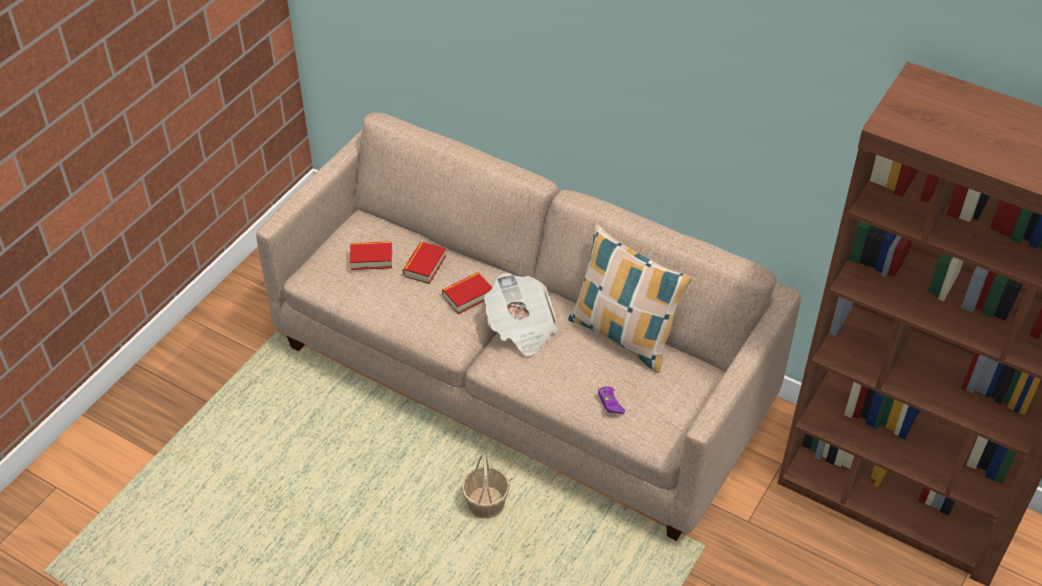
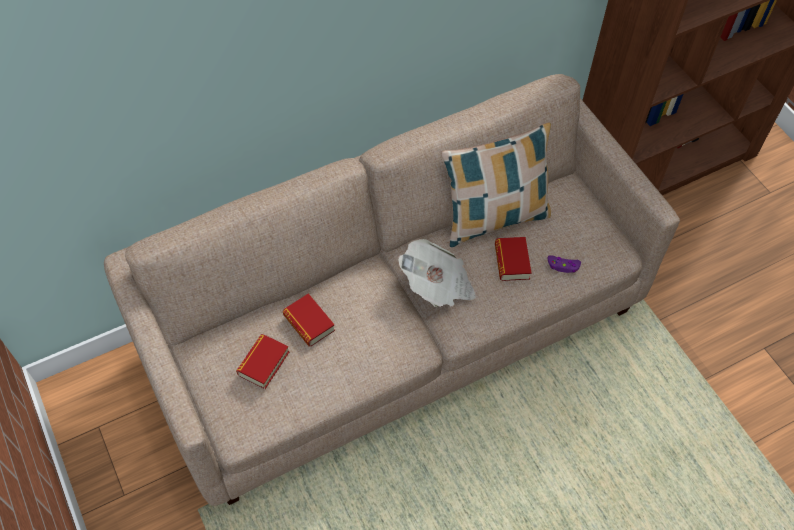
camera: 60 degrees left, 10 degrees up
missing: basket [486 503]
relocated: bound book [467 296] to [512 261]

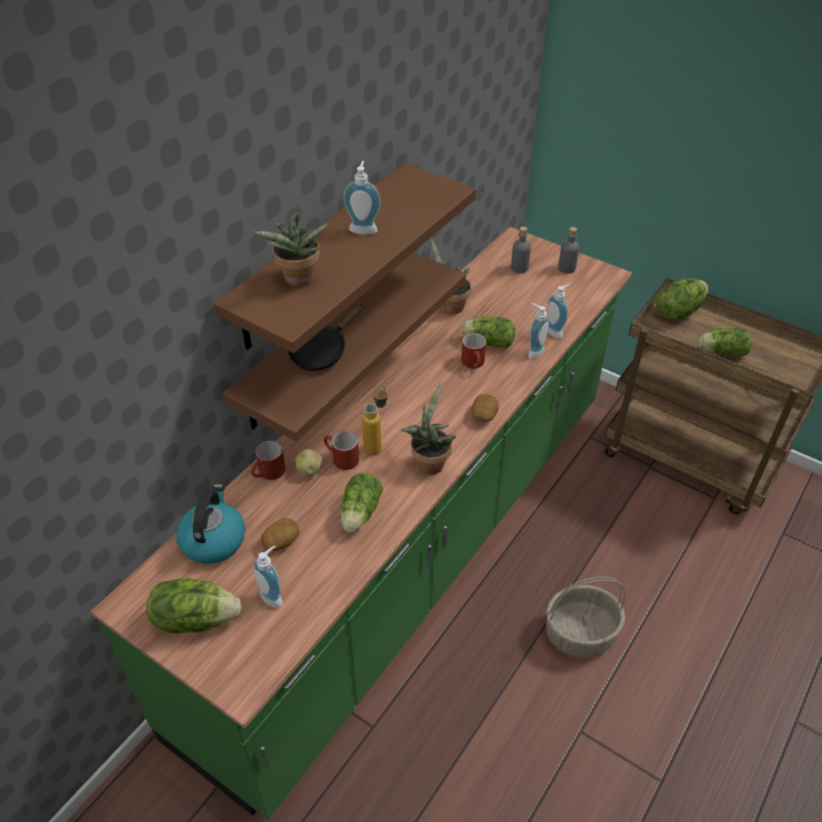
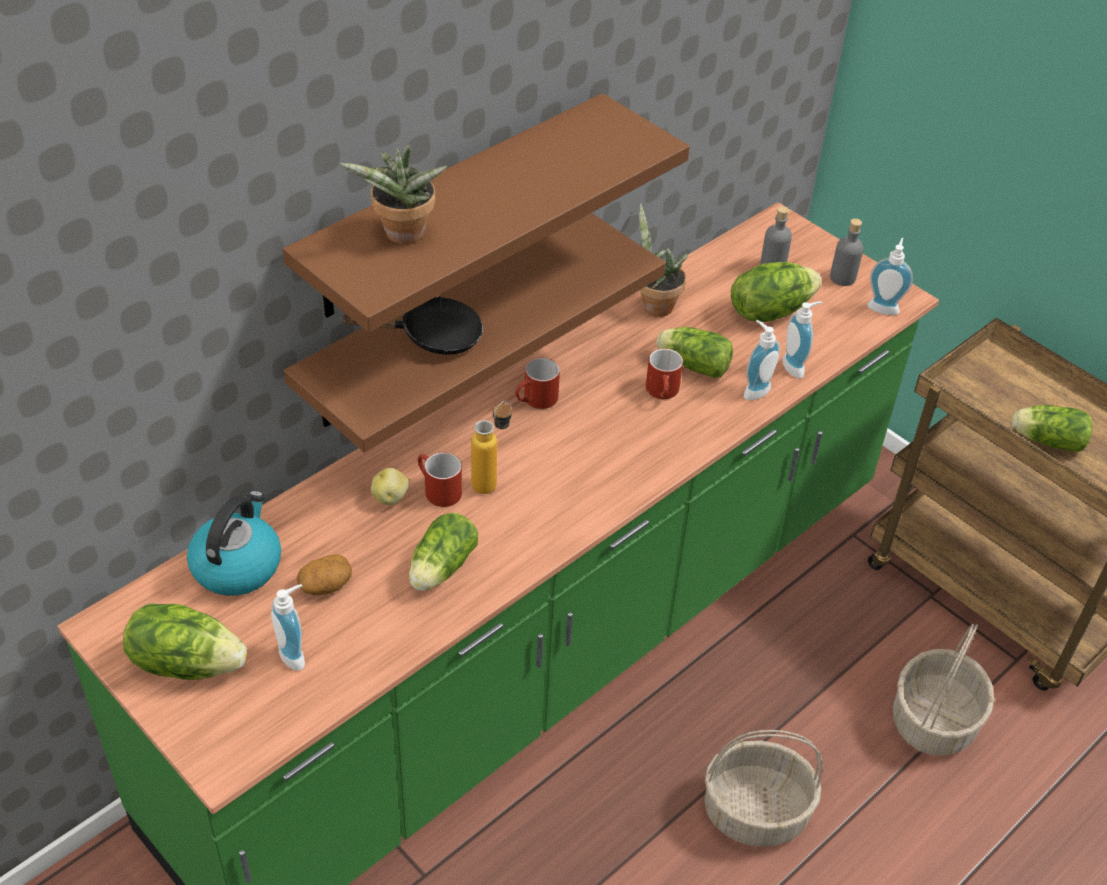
camera: 10 degrees right, 0 degrees up
missing: potted plant [429 462]; whole potato [484 415]
appeared: basket [933 720]
relocated: reddish tea mug [269 474] to [536 401]; soap dispenser [364 228] to [883 306]; lettuce [678 311] to [769 311]
spun: blackish skillet [322 351] = [432 337] 150 degrees counterclockwise

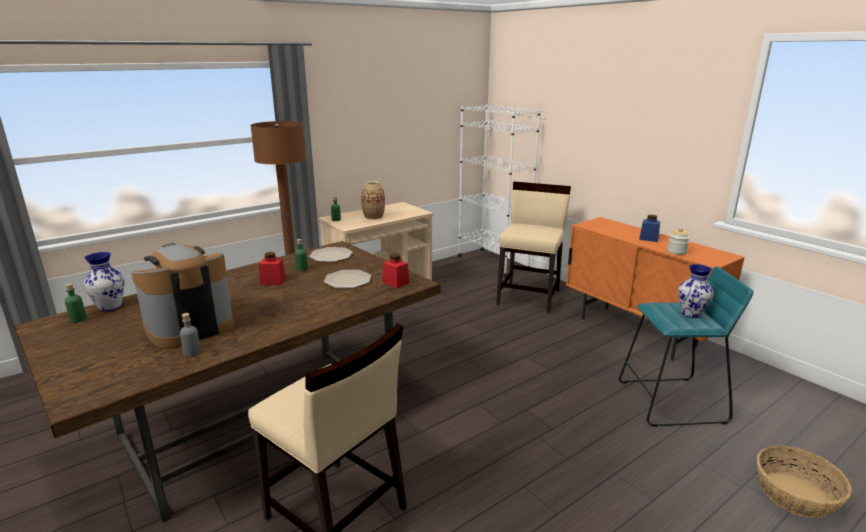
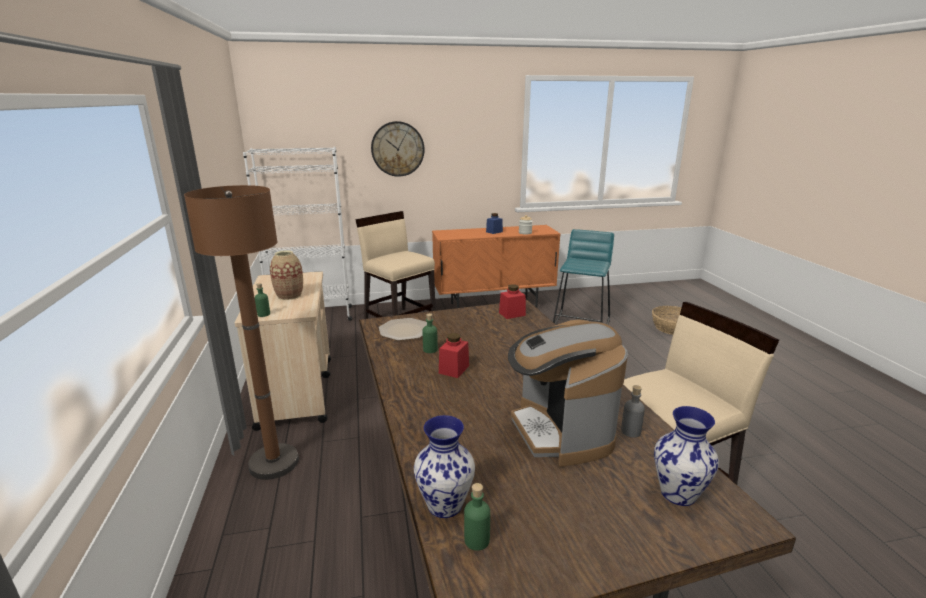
camera: 65 degrees left, 0 degrees up
missing: plate [348 280]
appeared: hanging clock [397 149]
relocated: flower vase [692 314] to [679 493]

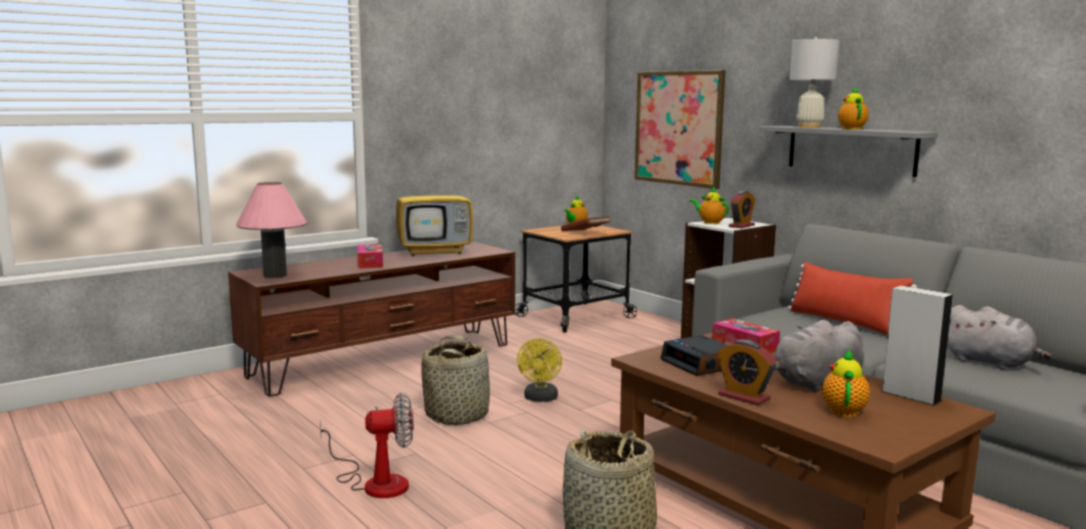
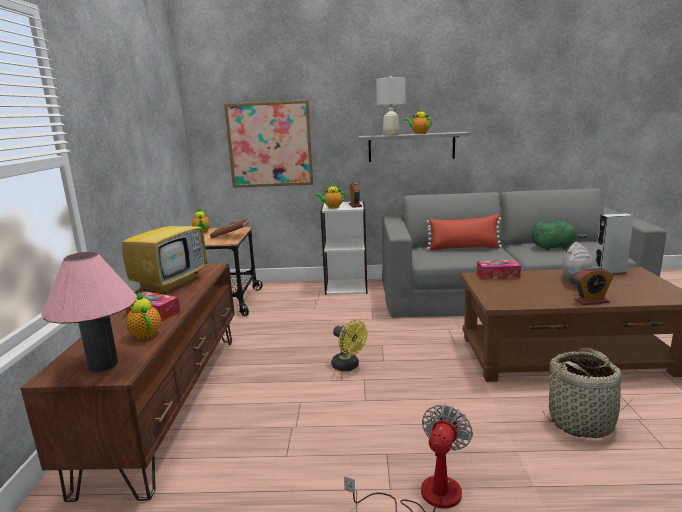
camera: 50 degrees left, 5 degrees up
missing: basket [457 415]; alarm clock [701 364]
relocated: tea pot [843 410] to [145 334]
colour: grey soft toy [990 362] to greenish soft toy [554 247]

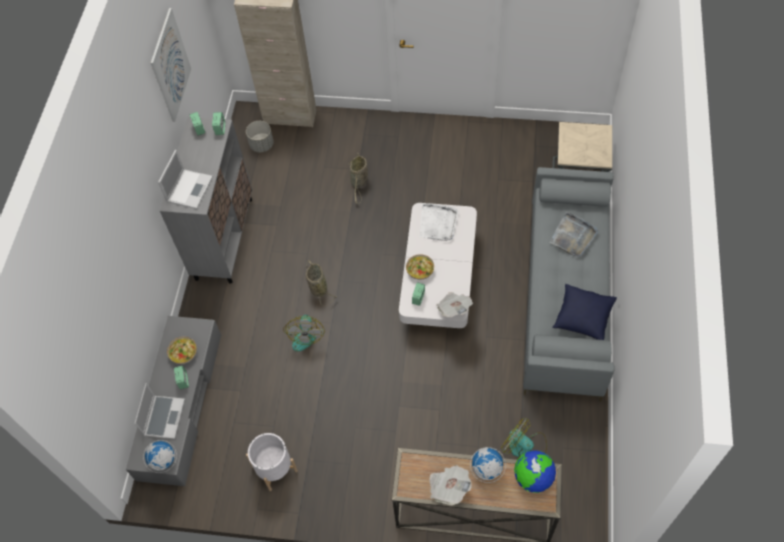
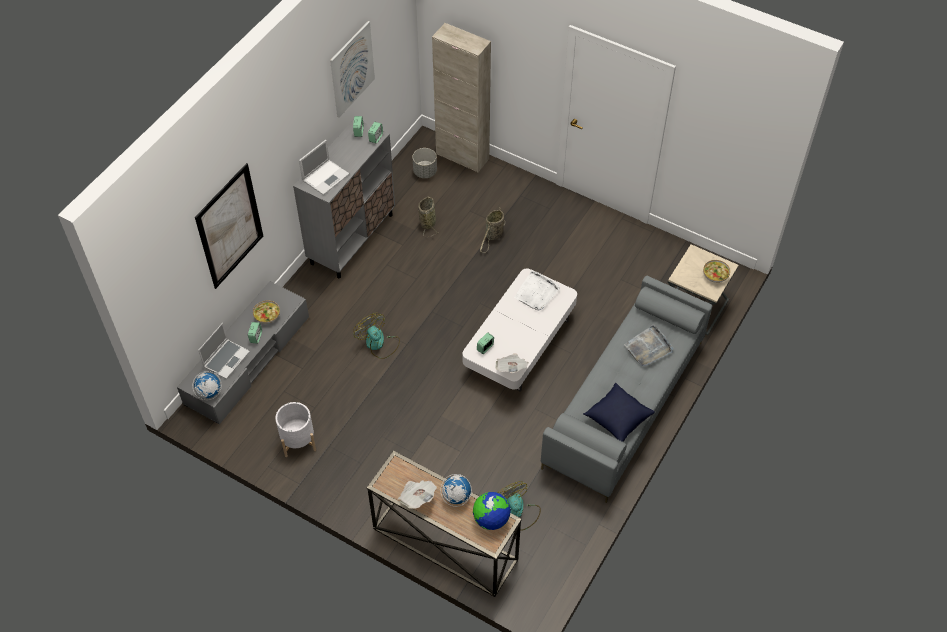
camera: 20 degrees right, 5 degrees down
appeared: wall picture [230 227]
relocated: basket [318 287] to [428 222]; deep dish [420 271] to [715 275]
spun: fan [304 334] = [378 344] 120 degrees clockwise

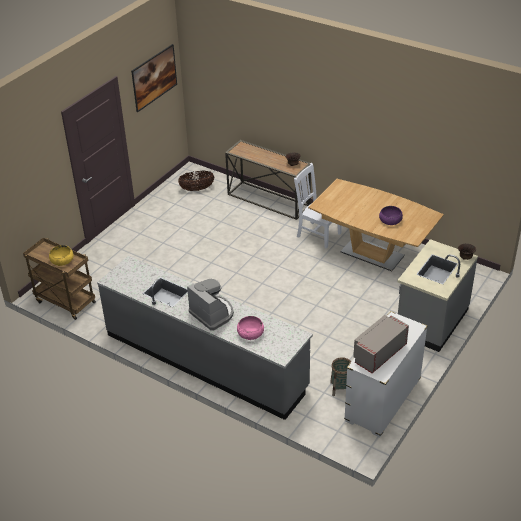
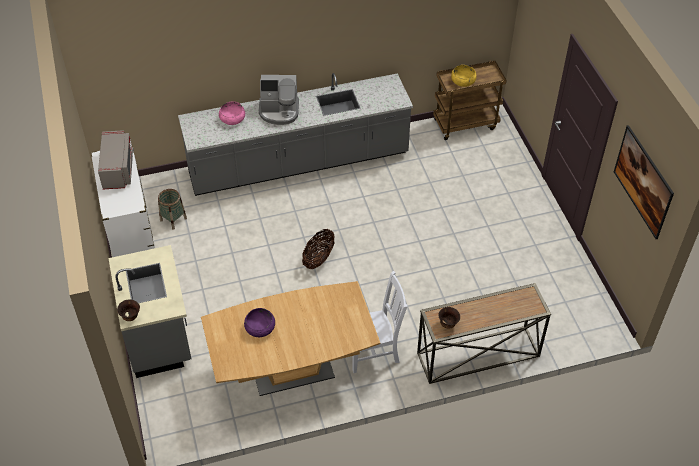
camera: 130 degrees right, 10 degrees up
relocated: basket [197 189] to [318 258]

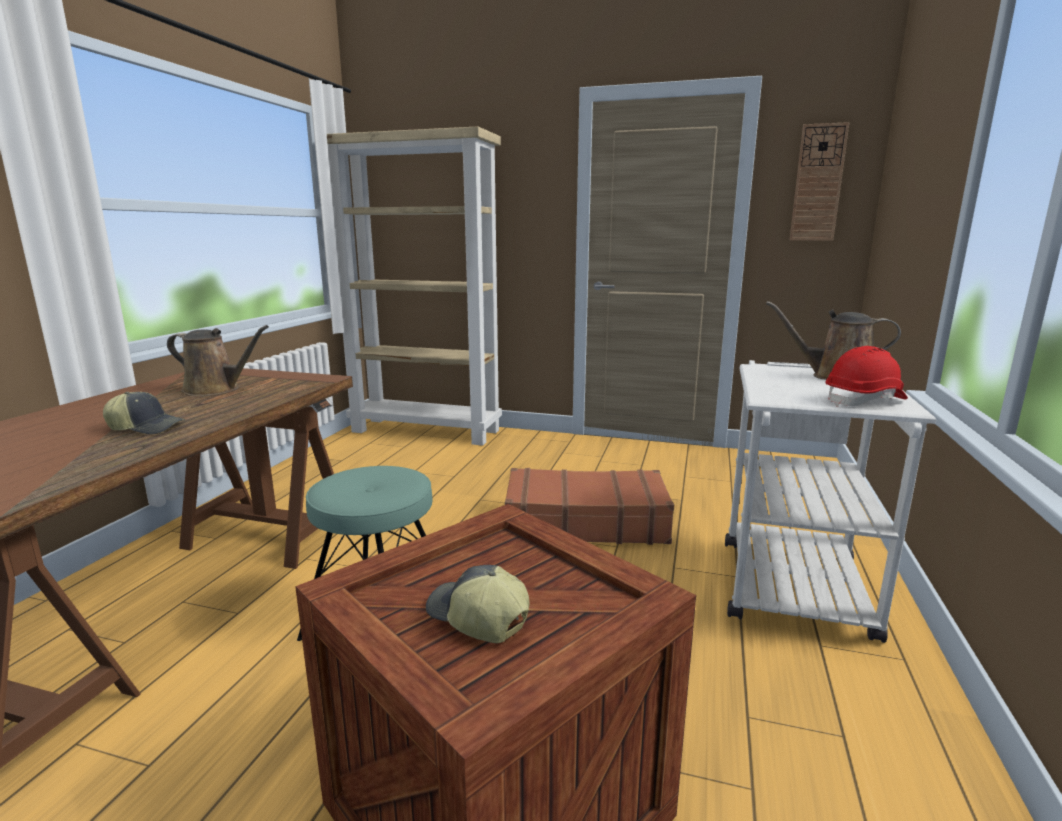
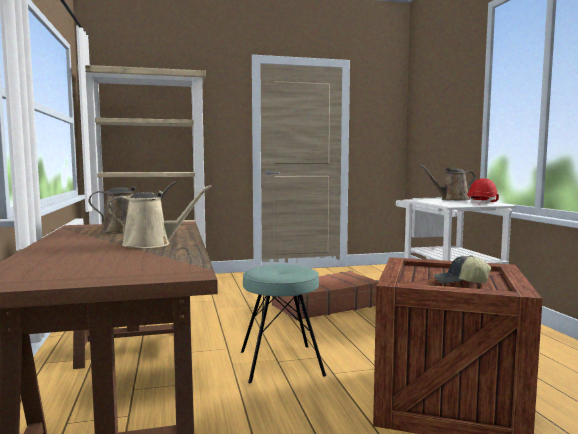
camera: 30 degrees left, 10 degrees down
missing: hanging clock [818 183]
exchanged: peaked cap [147 427] to beige watering pot [152 244]

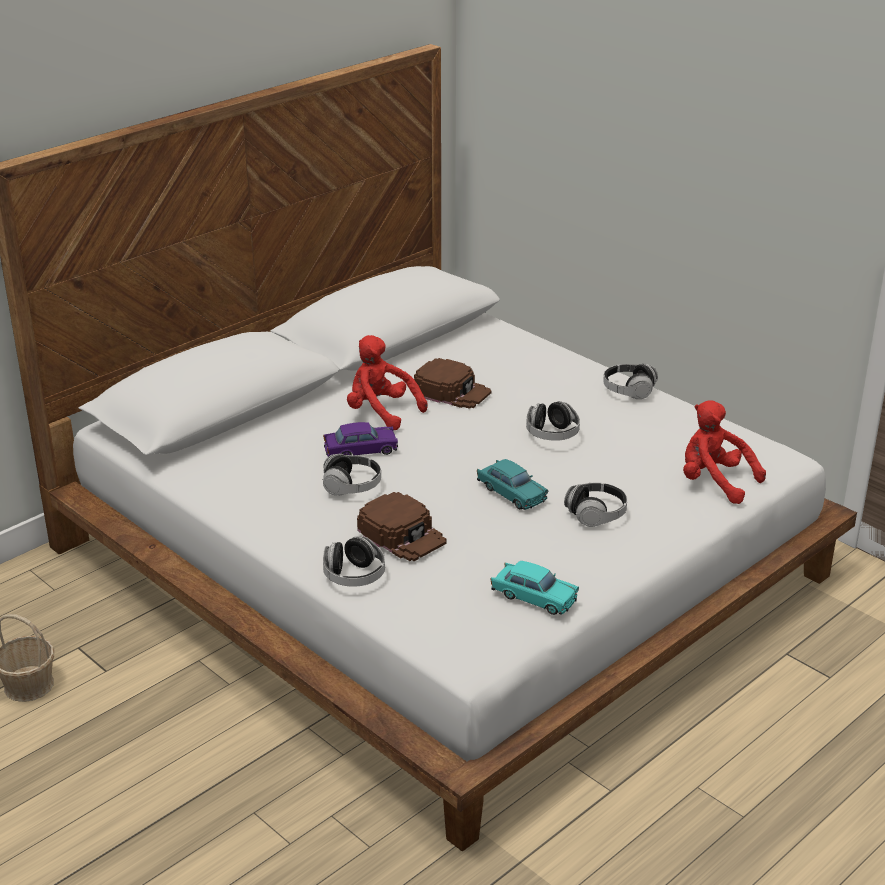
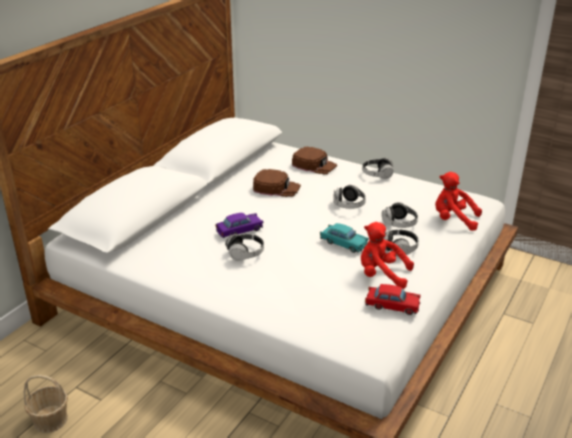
camera: 15 degrees left, 0 degrees up
relocated: headphones [354 576] to [399 224]; reddish soft toy [381 412] to [381 275]; brown peaked cap [402 534] to [314 165]
colour: turquoise model car [534 596] to reddish model car [392 305]

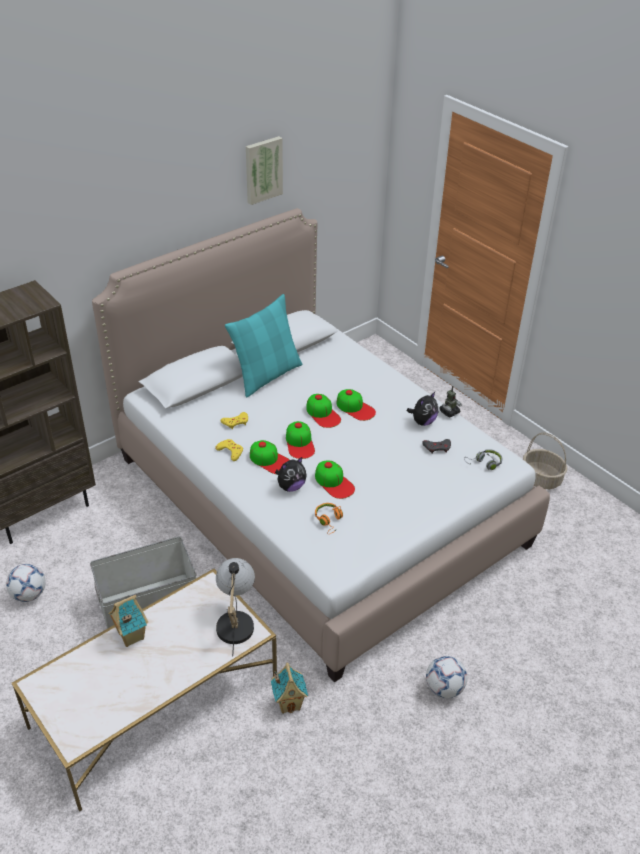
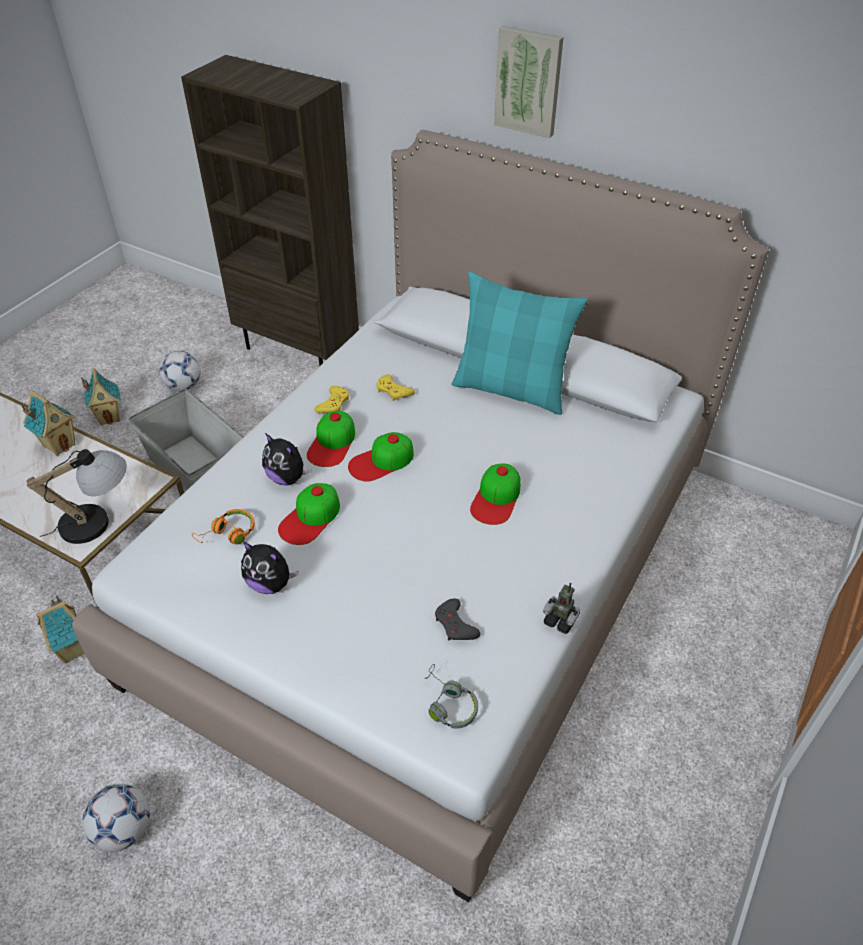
camera: 70 degrees right, 5 degrees up
missing: peaked cap [323 414]; basket [541 479]
appeared: model house [110 417]
relocated: wall picture [263 169] to [529 81]; soft toy [423 422] to [270 583]

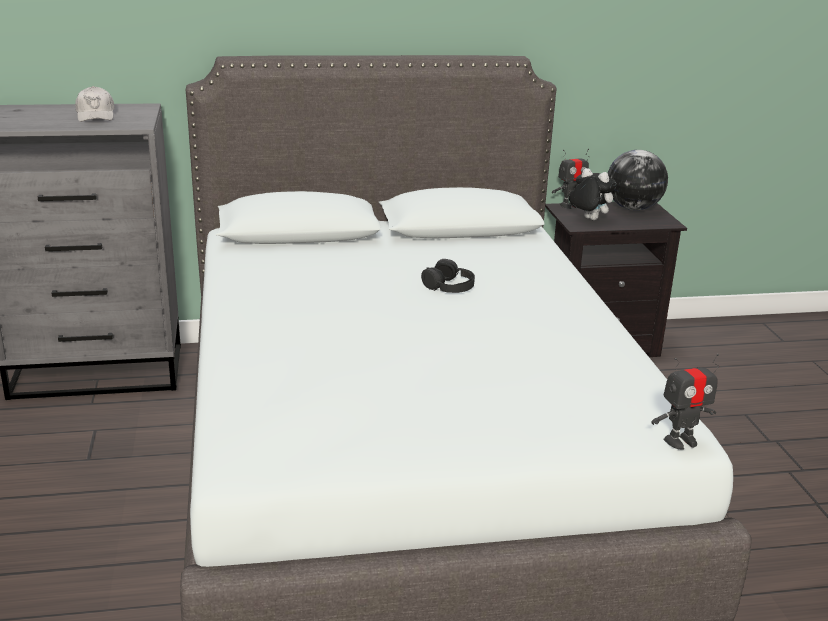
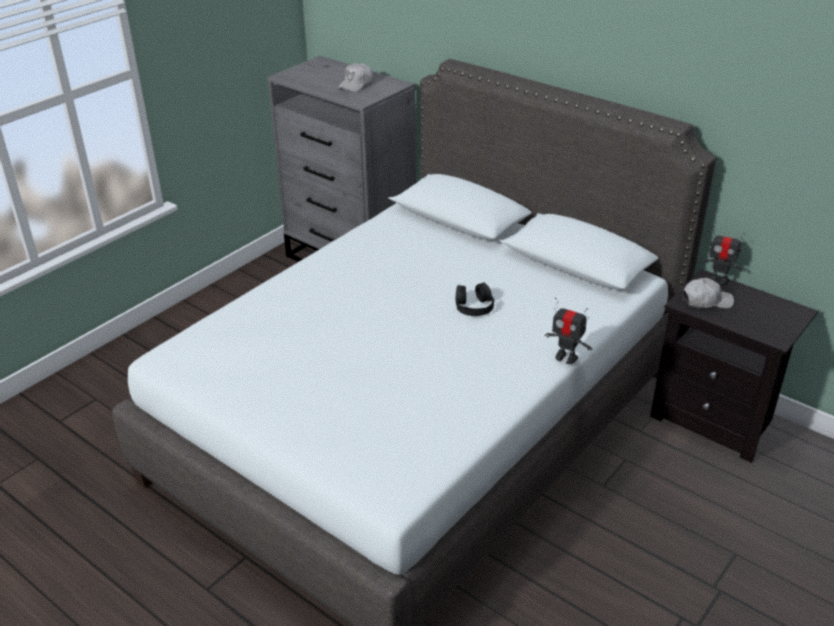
camera: 50 degrees right, 10 degrees up
missing: world globe [633 208]
relocated: model robot [680 441] to [566 357]
exchanged: soft toy [588 219] to whitish peaked cap [706 301]

